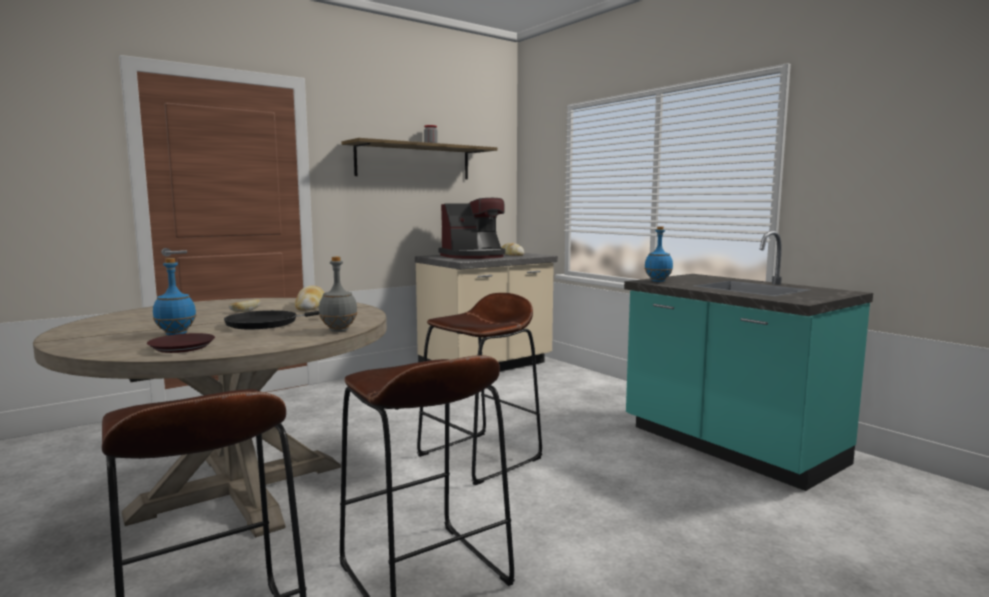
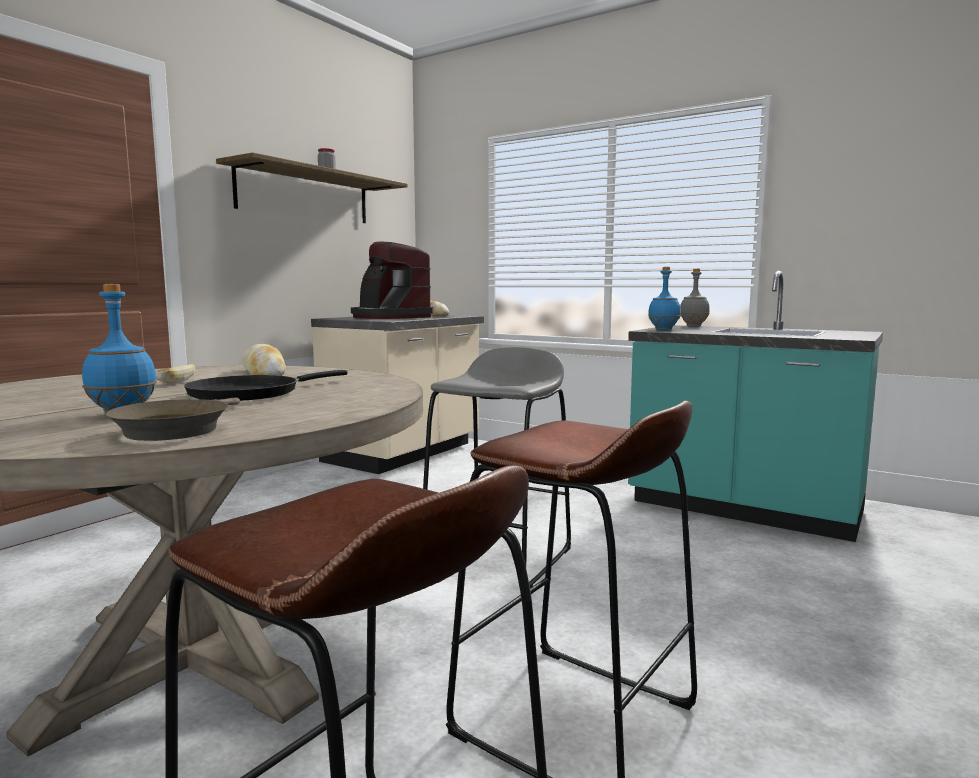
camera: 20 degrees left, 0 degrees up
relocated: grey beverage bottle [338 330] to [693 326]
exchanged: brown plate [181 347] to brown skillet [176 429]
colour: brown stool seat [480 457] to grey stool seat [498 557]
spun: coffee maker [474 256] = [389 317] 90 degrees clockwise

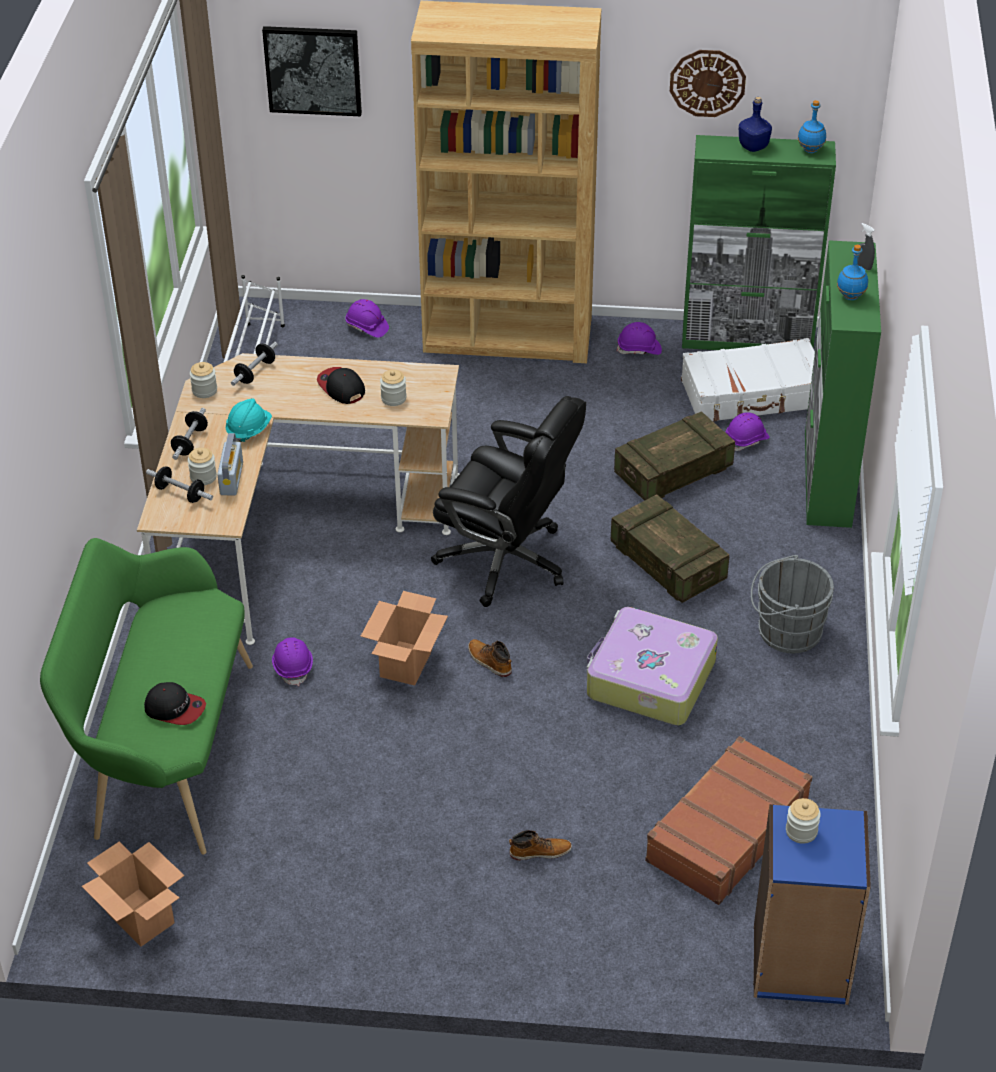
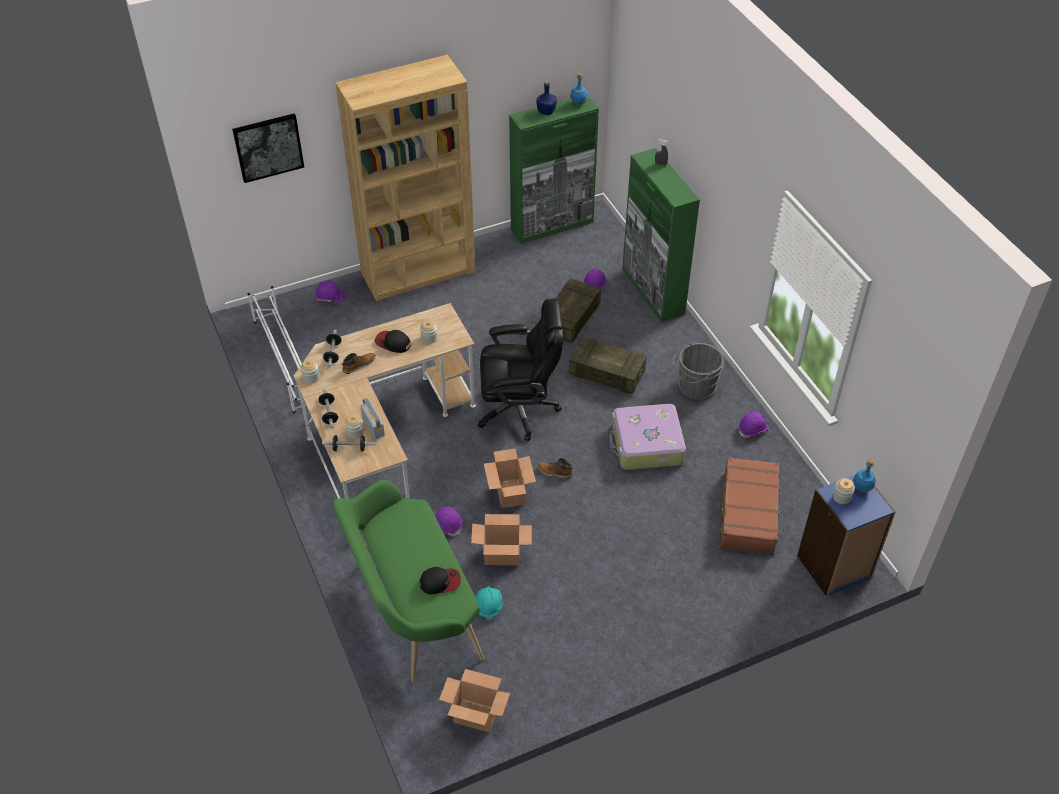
camera: 30 degrees left, 5 degrees up
missing: hanging clock [707 82]; whitish suitcase [753 395]
appeared: carton [502 554]
relocated: turquoise work helmet [249 430] to [488 606]; boot [540 852] to [359 365]; purplish work helmet [639 349] to [753 429]; blue beverage bottle [851 297] to [862 489]

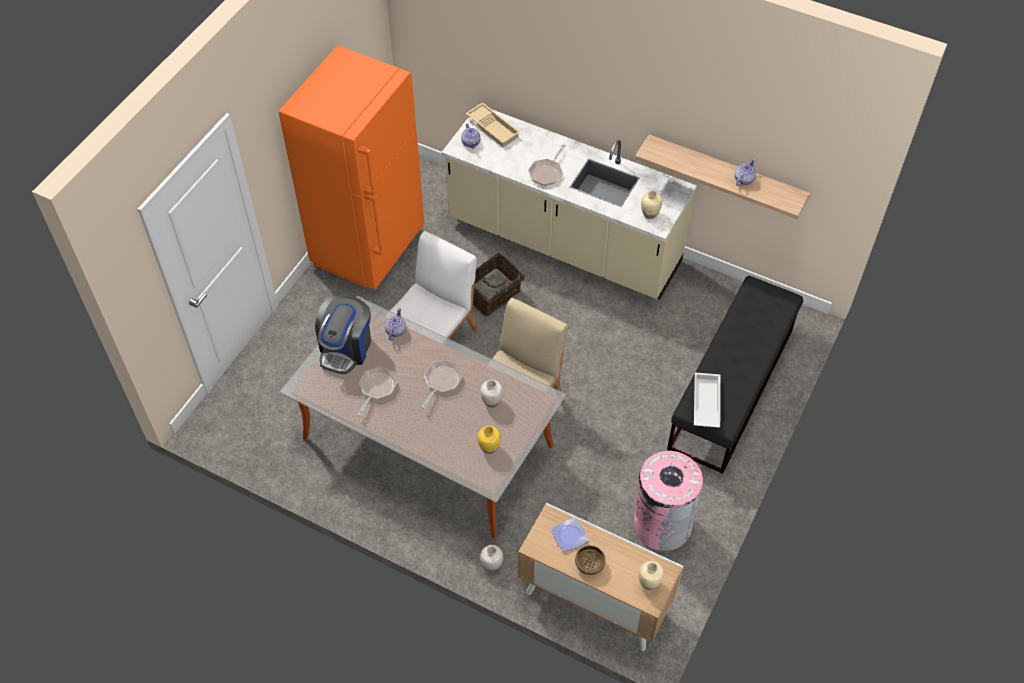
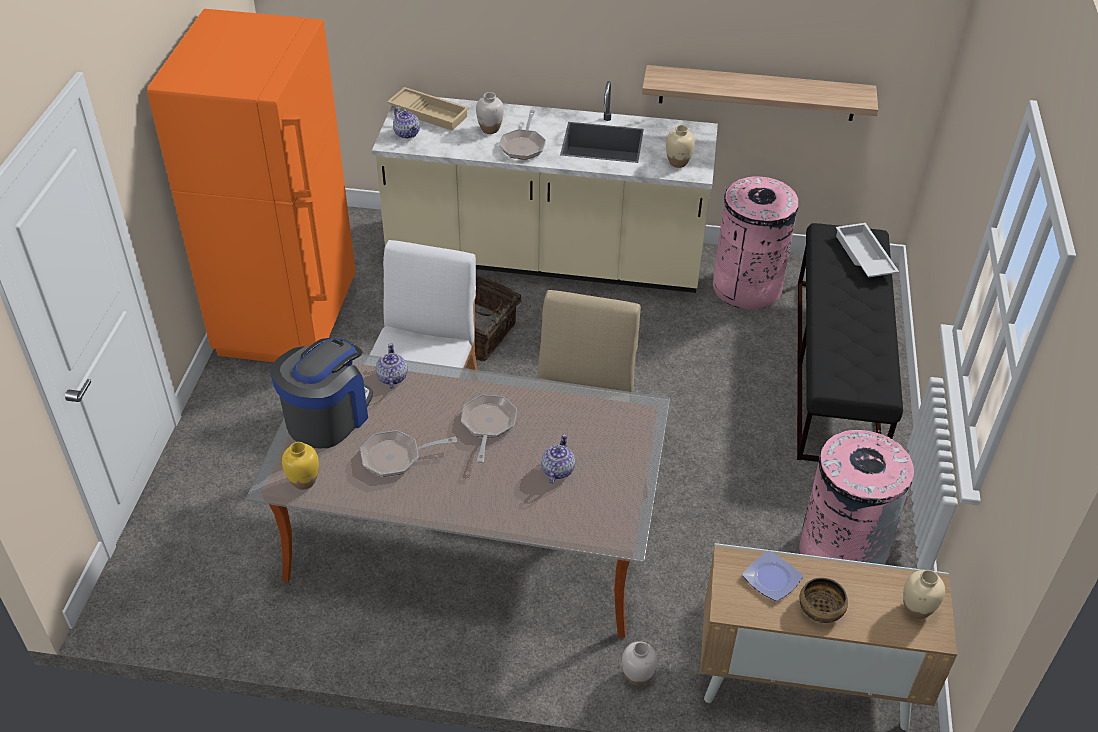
camera: 20 degrees left, 10 degrees down
appeared: pink-coloured rubbish bin [746 287]
relocated: yellow flower vase [489 447] to [304 481]; whitish flower vase [492 402] to [490 129]; whitish carrying tray [705 403] to [863 256]; tea pot [743 180] to [557 470]
spun: coffee maker [346 348] = [327 416] 150 degrees counterclockwise; skillet [376 388] = [396 457] 105 degrees counterclockwise

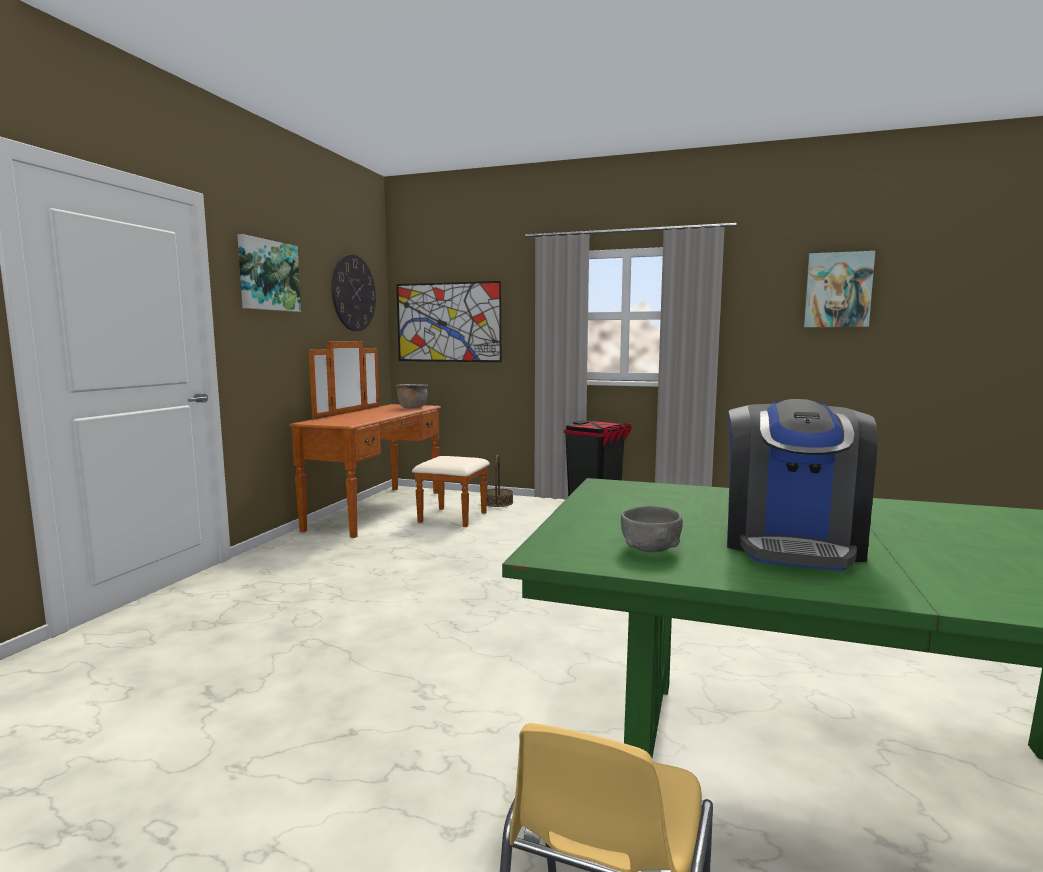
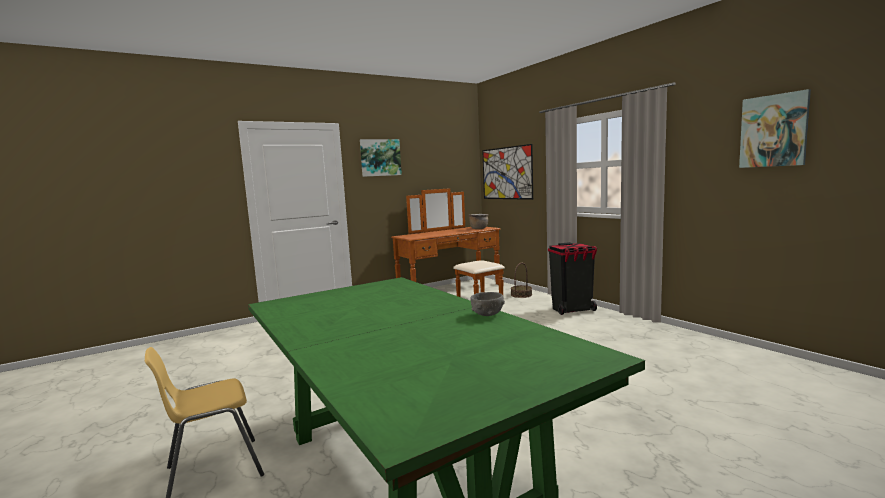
camera: 40 degrees right, 0 degrees up
missing: hanging clock [353 293]; coffee maker [792 543]
relocated: grey deep dish [650 549] to [487 315]

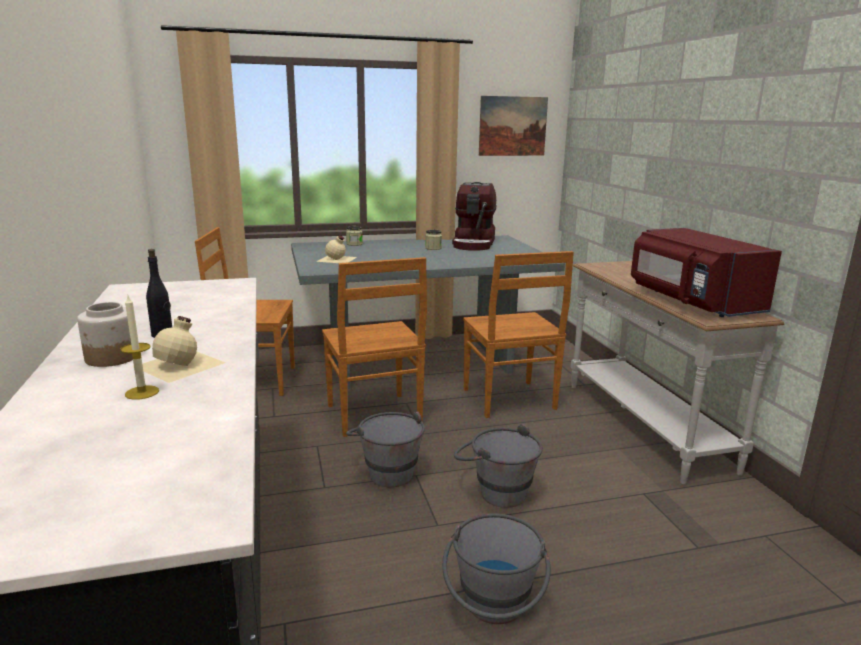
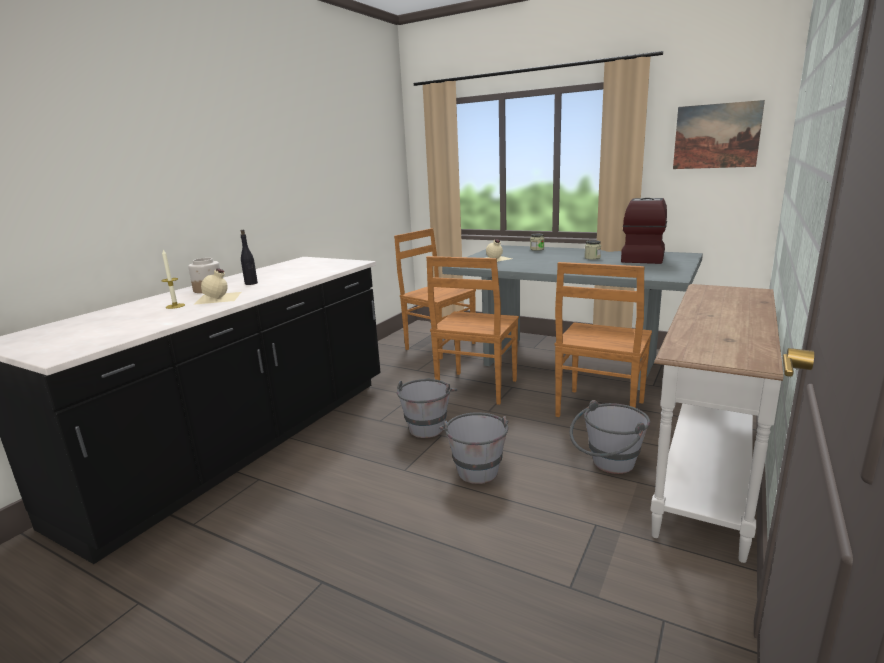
camera: 45 degrees right, 0 degrees up
missing: reddish microwave oven [691 301]
relocated: grey bucket [493 612] to [607 466]
spun: coffee maker [474 243] = [642 257] 150 degrees clockwise

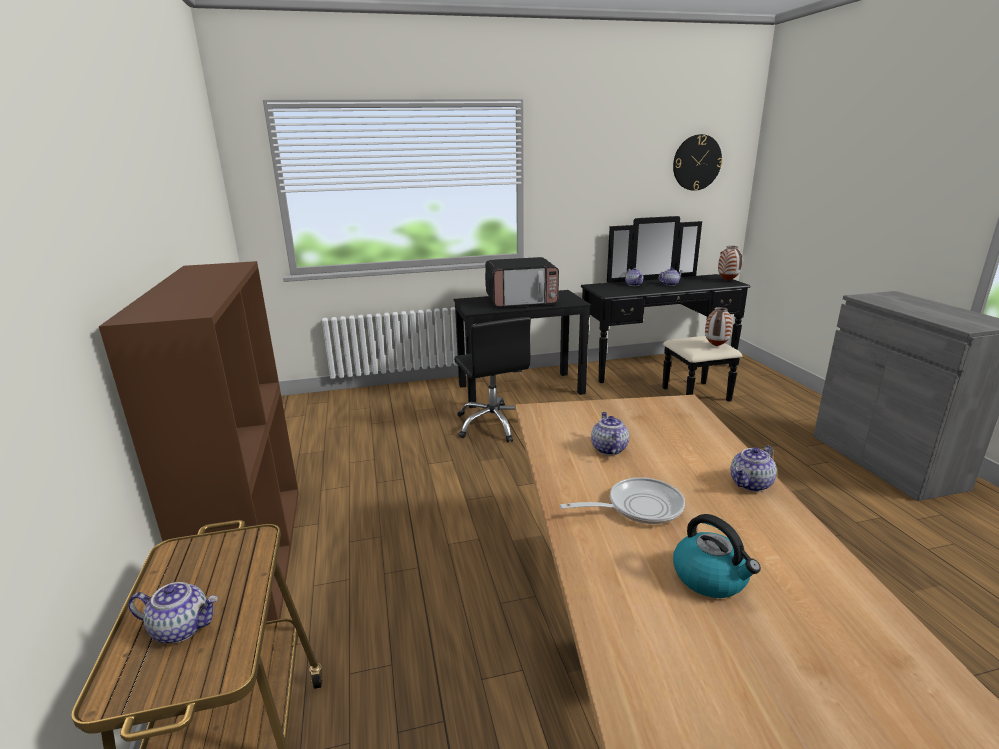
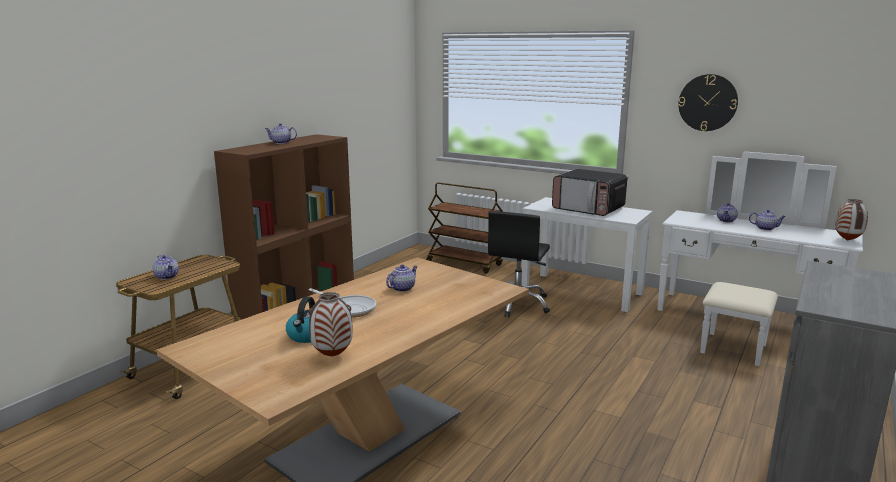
camera: 45 degrees right, 5 degrees down
appeared: brown cart [464 263]
relocated: hanging clock [696 162] to [707 102]; flower vase [715 346] to [333 356]; tea pot [751 484] to [281 142]
colour: blackish desk table [521 389] to whitish desk table [582 291]; blackish drawer chest [665 372] to whitish drawer chest [744 324]

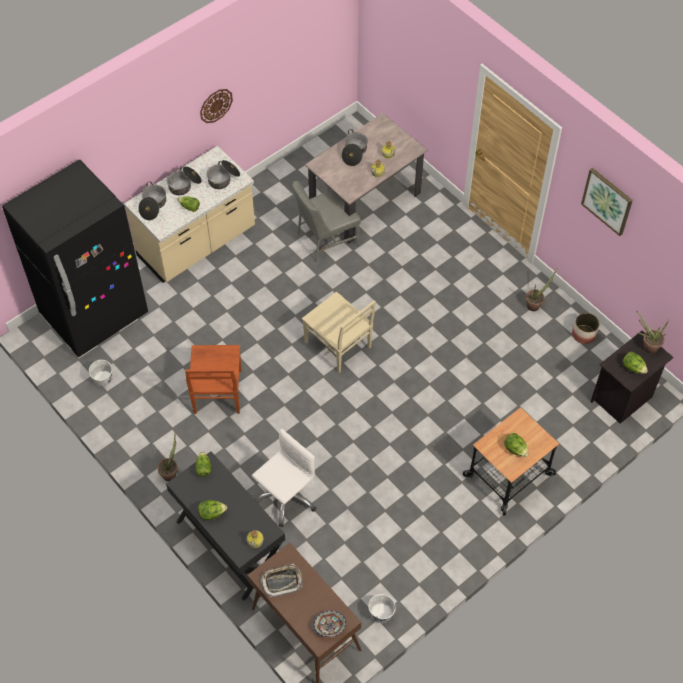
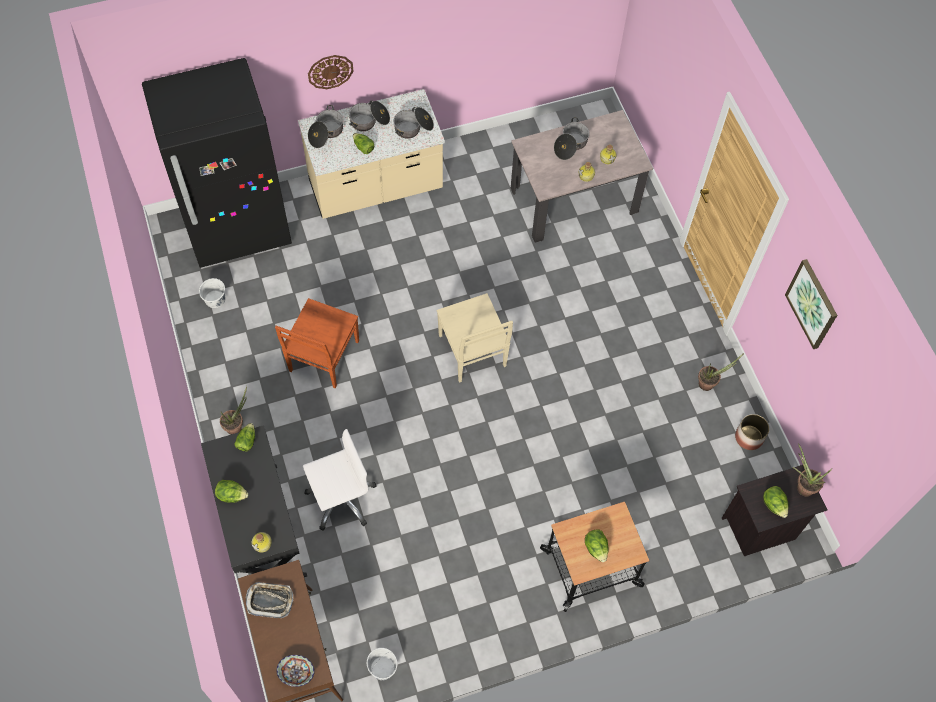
camera: 20 degrees right, 5 degrees up
missing: grey upright chair [326 239]
relocated: hanging clock [215 105] to [330 71]

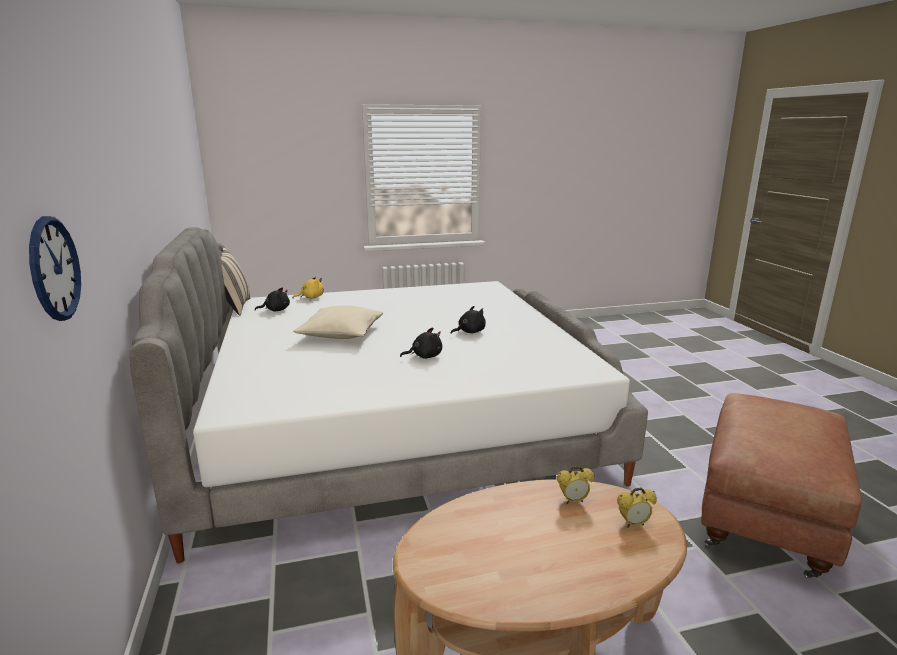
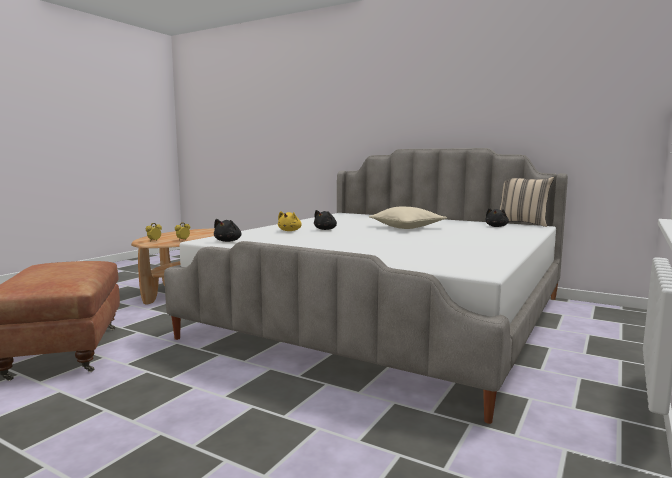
camera: 135 degrees right, 10 degrees down
missing: hanging clock [54 269]
relocated: yellow soft toy [311 297] to [290 231]; blackish soft toy [469 332] to [228 241]

